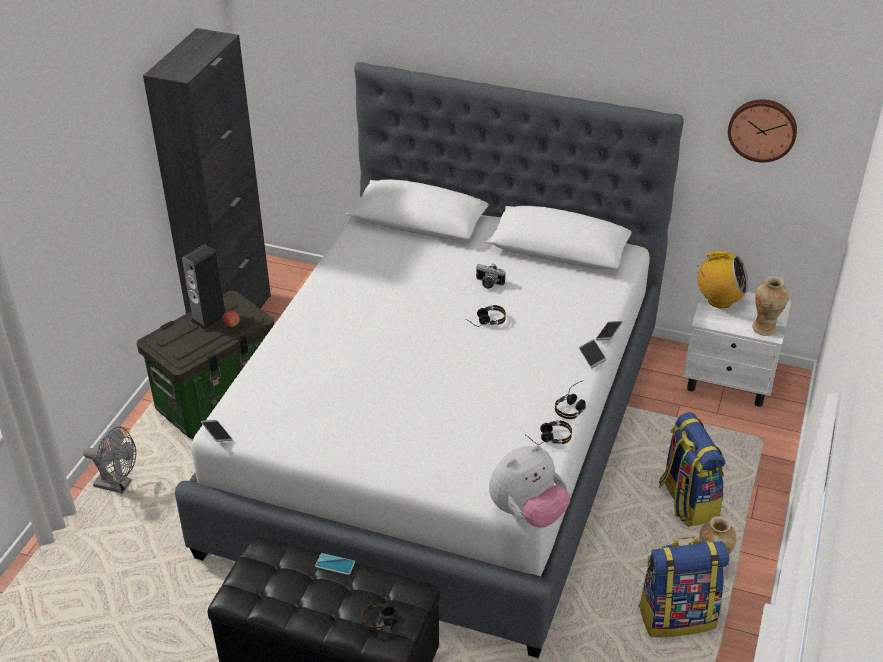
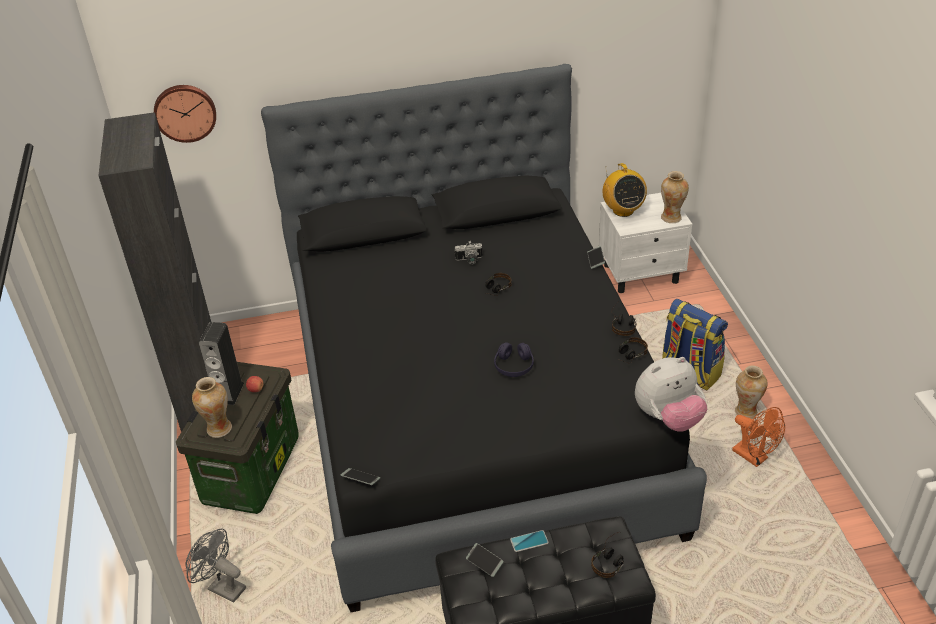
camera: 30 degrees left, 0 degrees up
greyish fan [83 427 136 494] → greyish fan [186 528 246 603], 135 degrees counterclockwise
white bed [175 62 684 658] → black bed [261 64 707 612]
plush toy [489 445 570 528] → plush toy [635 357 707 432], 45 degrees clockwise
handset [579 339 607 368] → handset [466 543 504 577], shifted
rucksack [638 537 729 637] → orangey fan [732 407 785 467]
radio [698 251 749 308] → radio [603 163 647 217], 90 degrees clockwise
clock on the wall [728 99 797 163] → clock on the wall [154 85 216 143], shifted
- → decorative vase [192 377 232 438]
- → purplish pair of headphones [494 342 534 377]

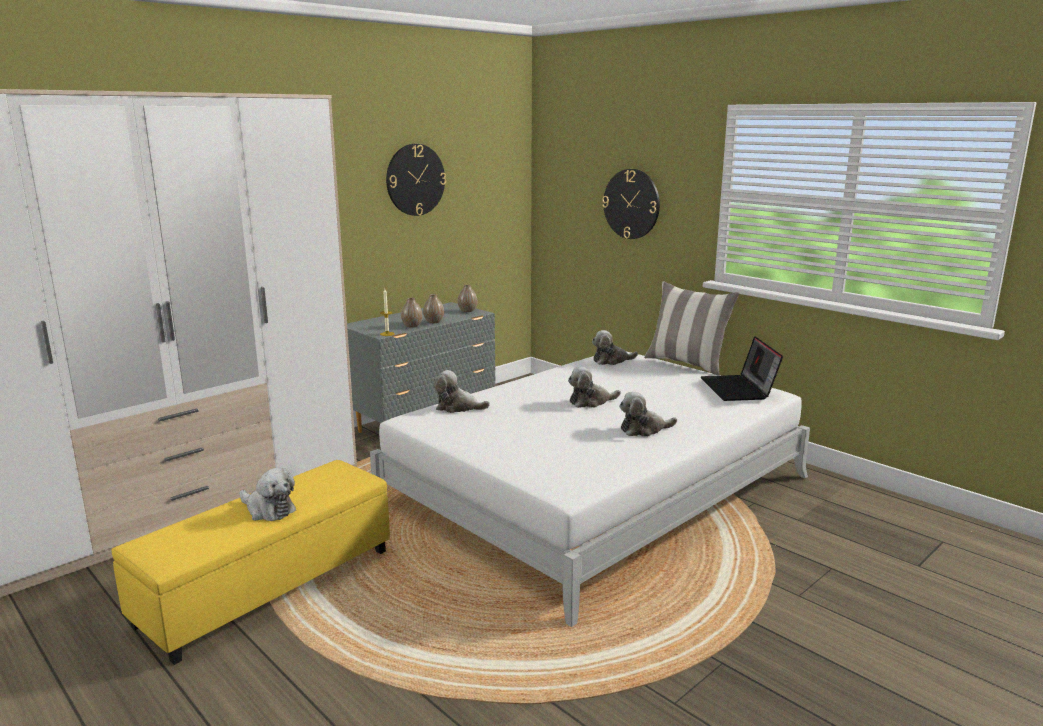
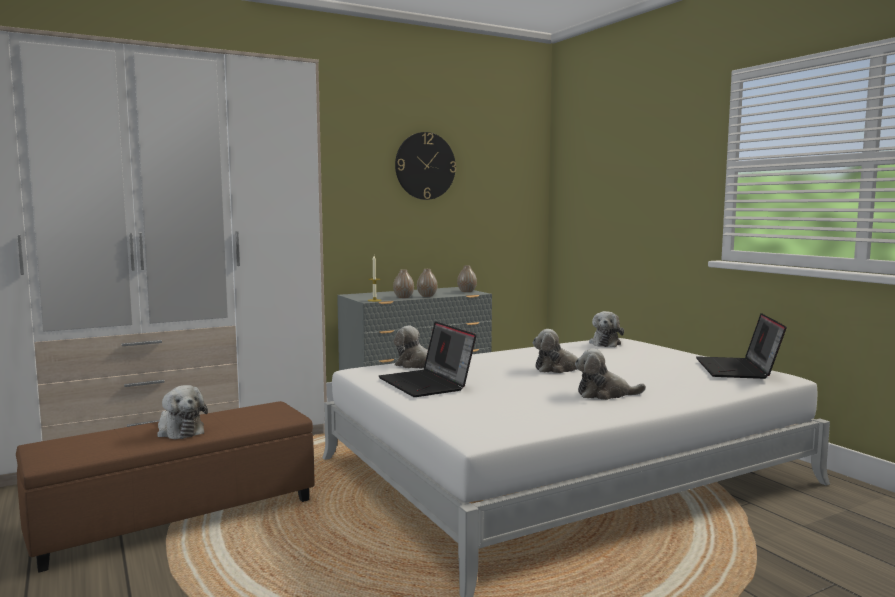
camera: 15 degrees right, 10 degrees down
yellow footrest [111 460 390 665] → brown footrest [16 401 314 573]
plush toy [592 330 638 365] → plush toy [589 311 624 347], 75 degrees counterclockwise
clock on the wall [602 169 660 239] → -
pillow [644 281 739 376] → -
- → laptop [379 321 476 397]

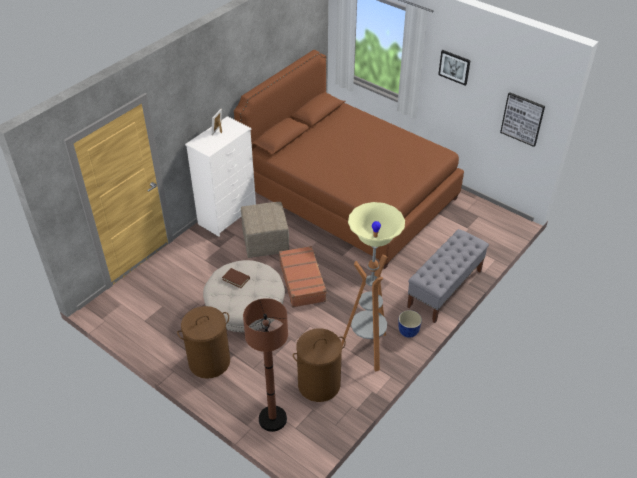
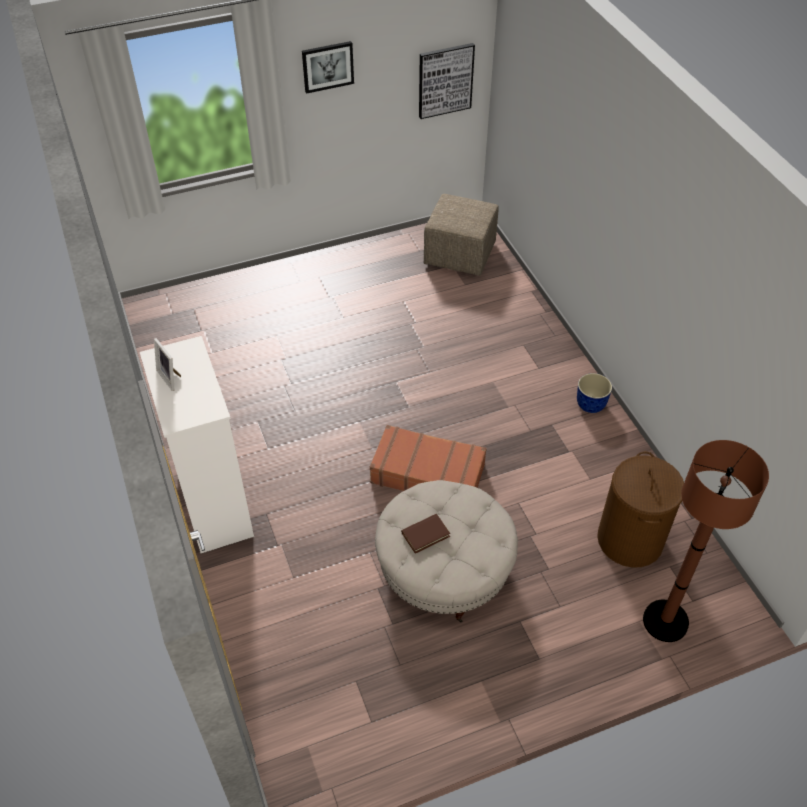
camera: 60 degrees left, 5 degrees up
brown washing basket [177 306 230 379] → -
brown bed [234 50 464 269] → -
sand-coloured footrest [241 202 289 258] → sand-coloured footrest [424 194 498 276], shifted
standard lamp [341 202 405 371] → -
greyish indoor bench [407 229 489 323] → -

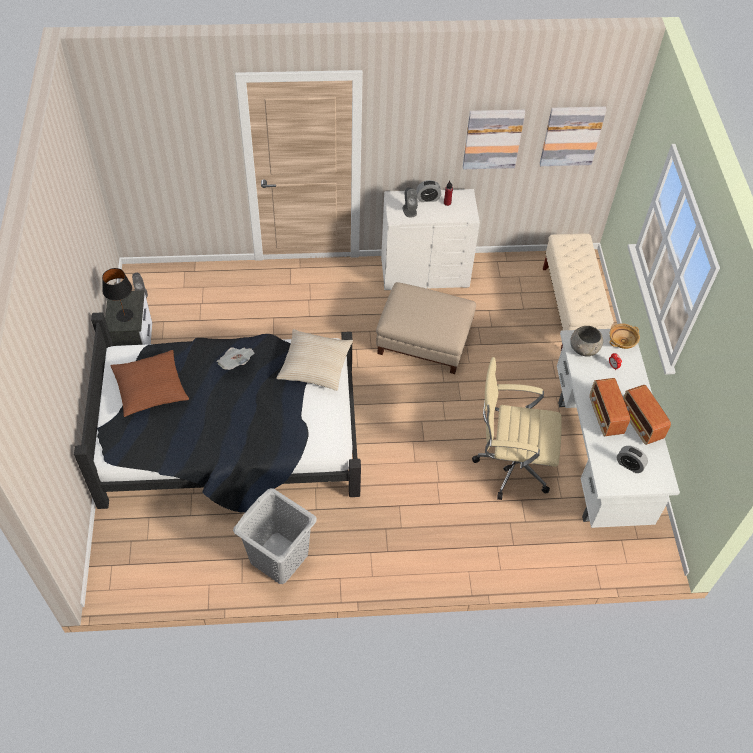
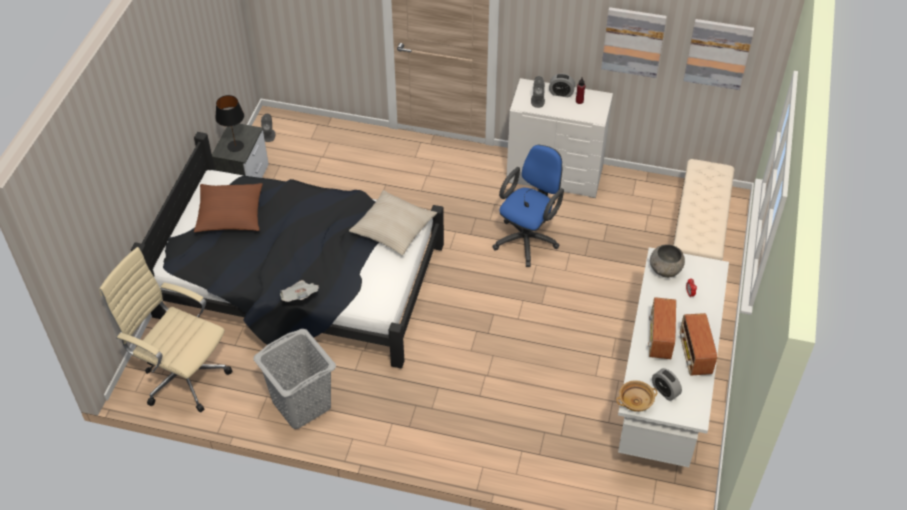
camera: 20 degrees right, 5 degrees down
newspaper [216 347 254 370] → newspaper [280 280 319 302], shifted
sand-coloured footrest [376 282 476 374] → bluish computer chair [492 145 564 267]
sand-coloured computer chair [472 357 562 500] → sand-coloured computer chair [99 247 233 412], shifted
sand-coloured serving bowl [610 324 640 349] → sand-coloured serving bowl [616 380 657 412], shifted

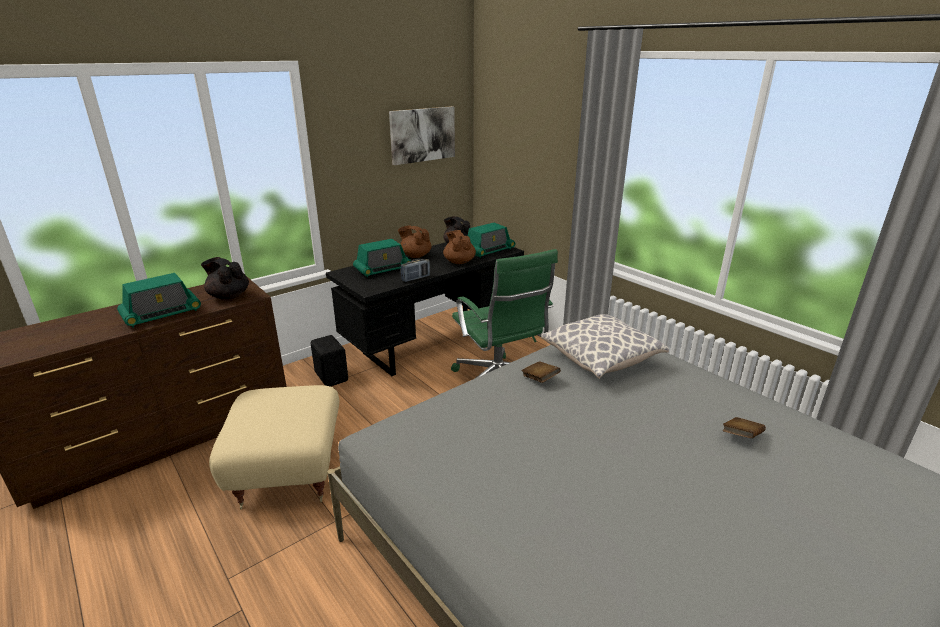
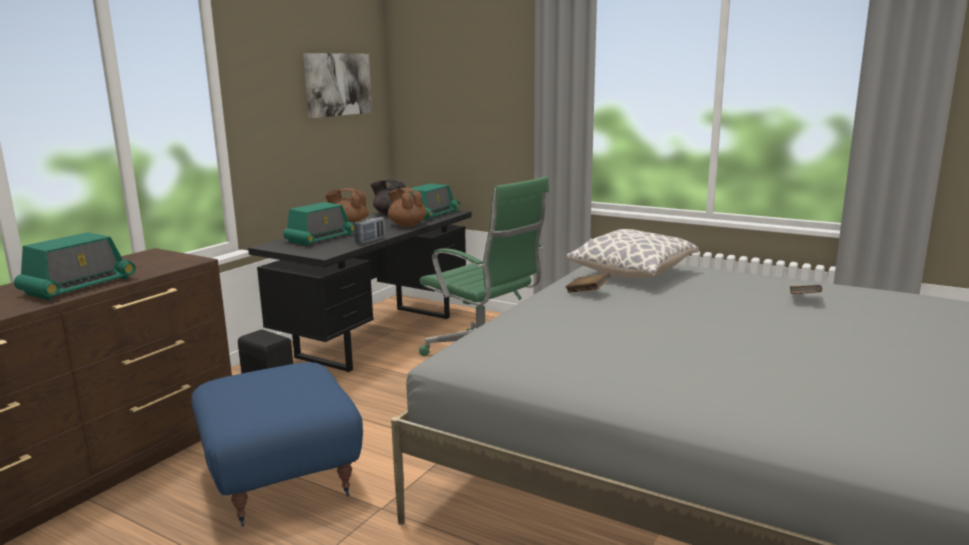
camera: 20 degrees left, 10 degrees down
black pot for tea [201 257 249 300] → -
sand-coloured footrest [209 385 339 509] → bluish footrest [191 362 363 527]

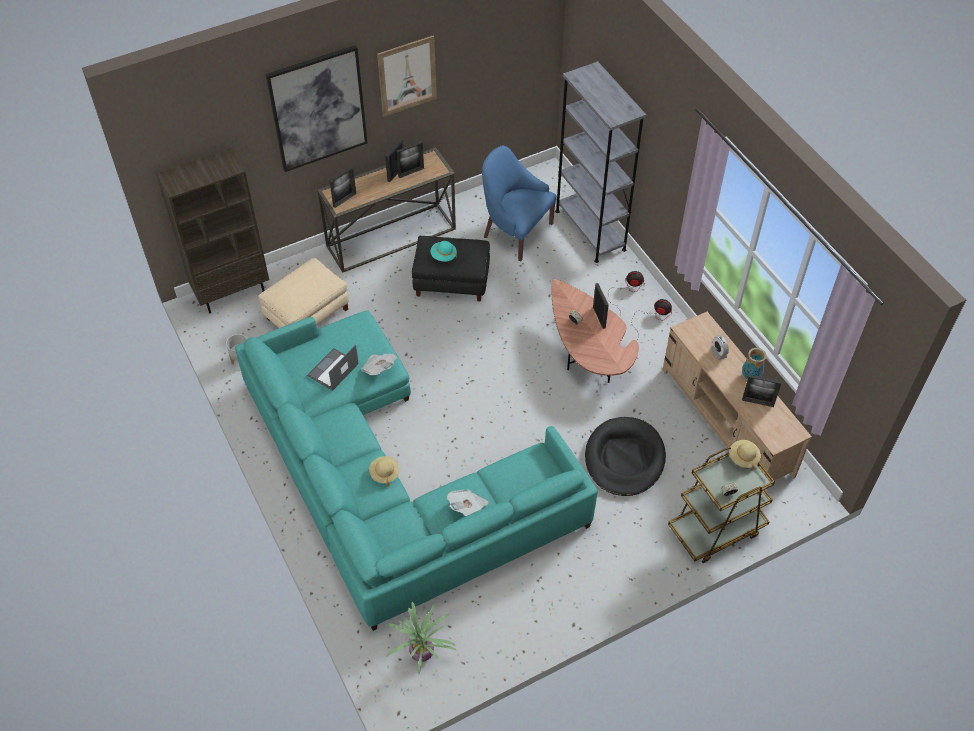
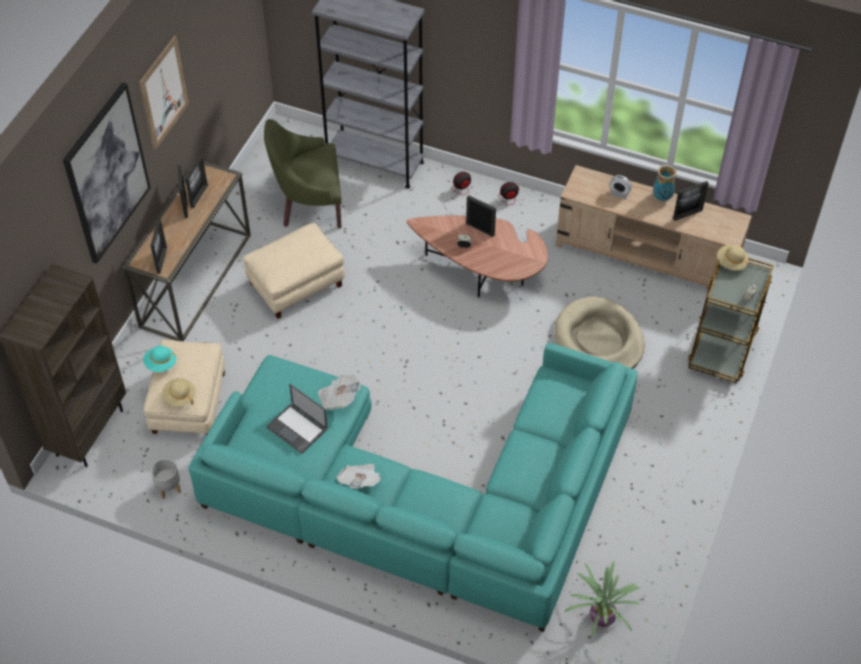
camera: 40 degrees left, 0 degrees up
laptop [307 345 359 391] → laptop [266 383 328 454], 45 degrees counterclockwise
sand-coloured hat [369 456 400 486] → sand-coloured hat [162 378 196 406], shifted
black footrest [412 236 490 301] → sand-coloured footrest [243 223 345 319]
blue-green hat [431 241 457 262] → blue-green hat [143 346 176 372], shifted
newspaper [447 490 489 516] → newspaper [337 464 381 488], shifted
bluish easy chair [482 146 557 262] → green easy chair [264 119 342 228]
black dog cushion [585 417 666 496] → sand-coloured dog cushion [555 297 644 369]

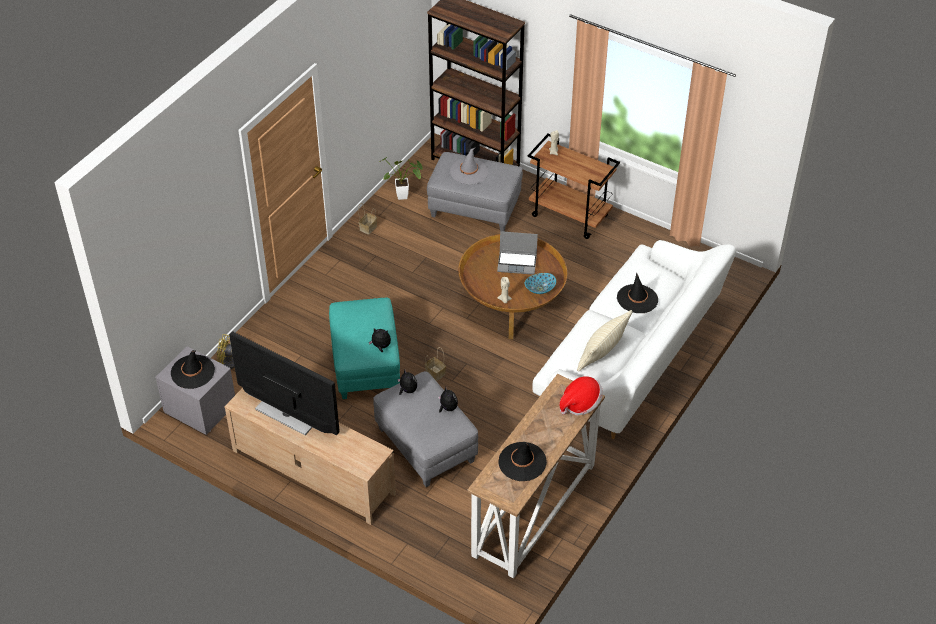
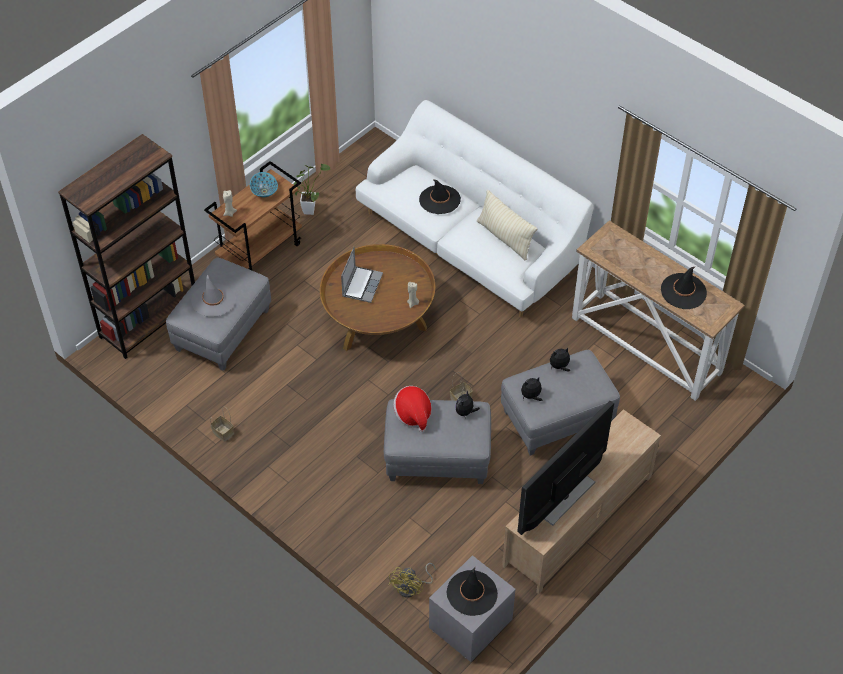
camera: 80 degrees left, 5 degrees up
blue-green footrest [329 298 400 399] → greyish footrest [384 399 491 484]
potted plant [383 157 423 200] → potted plant [294 164 331 215], shifted
serving bowl [525 273 556 294] → serving bowl [250 172 278 197], shifted
hat [560 376 603 415] → hat [393 386 432 432], shifted

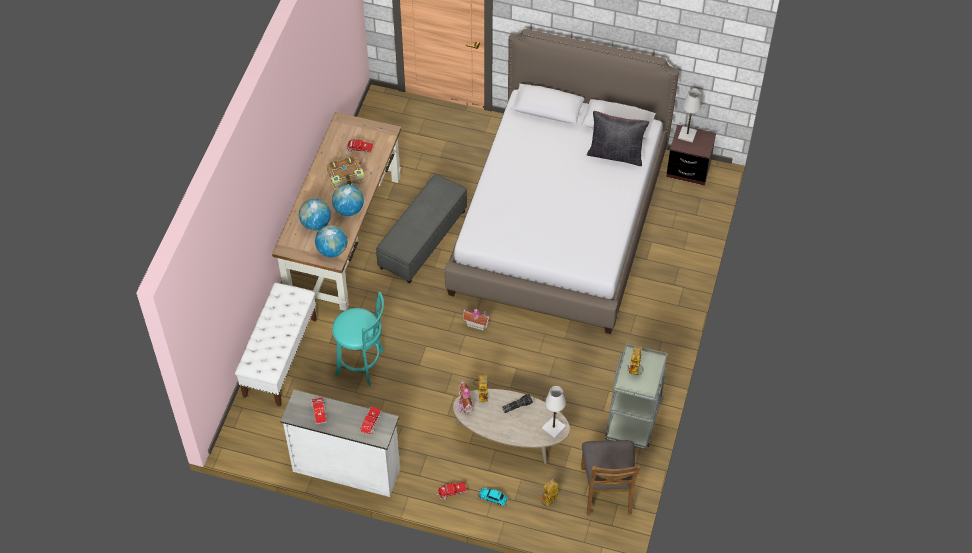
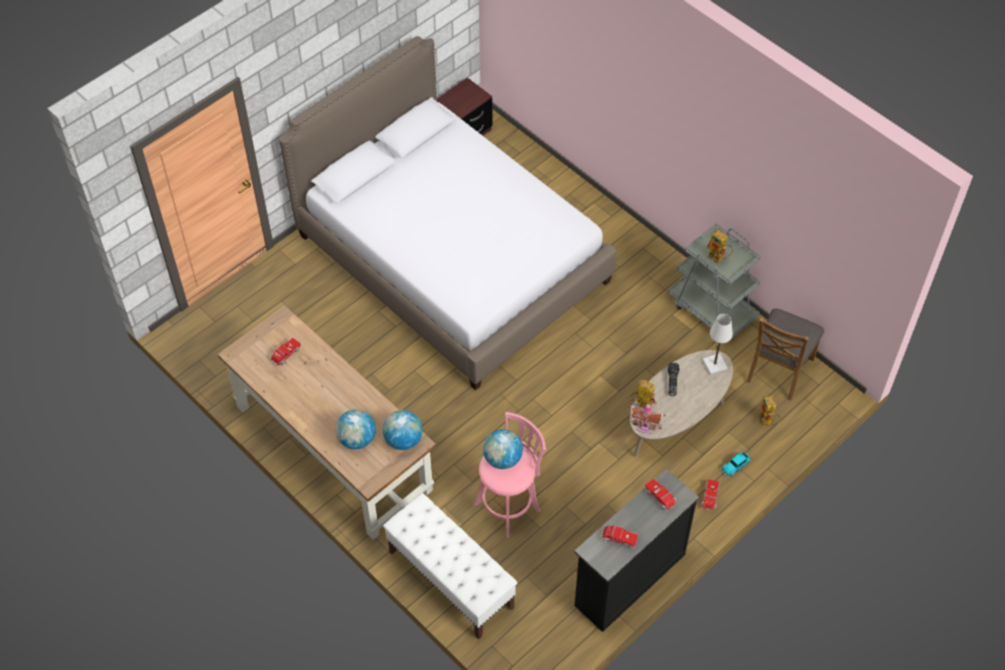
camera: 60 degrees left, 0 degrees up
white dresser [281 389 400 497] → black dresser [574 469 699 632]
volume [327 156 365 190] → -
world globe [332 184 364 216] → world globe [483 429 523 469], shifted
blue-green sitting stool [332 291 385 386] → pink sitting stool [474 412 546 538]
greyish footrest [376 174 467 283] → -
miniature house [462 309 491 331] → -
brown upright chair [581 440 641 516] → brown upright chair [746 308 824 401], 90 degrees clockwise
black pillow [587 111 649 166] → -
white tabletop lamp [678 89 701 143] → -

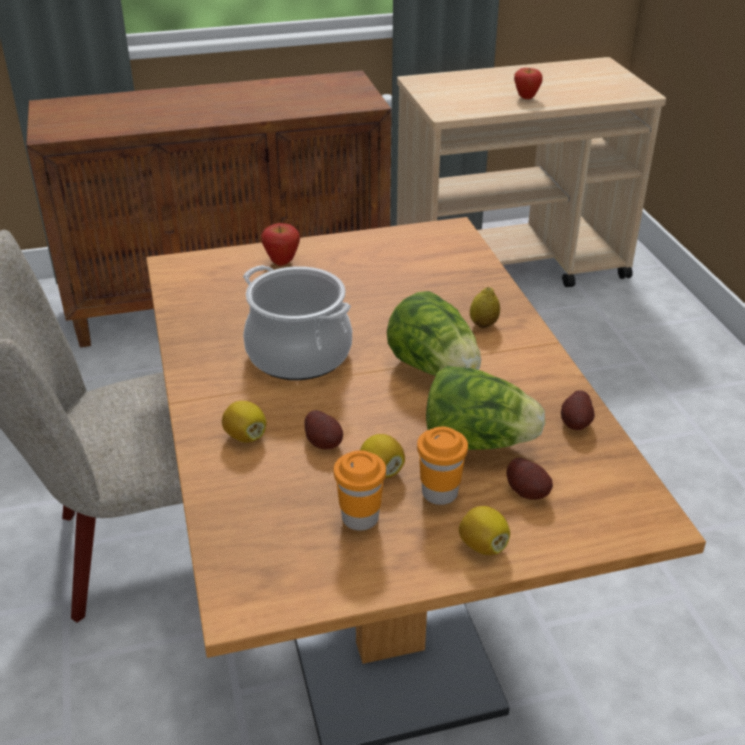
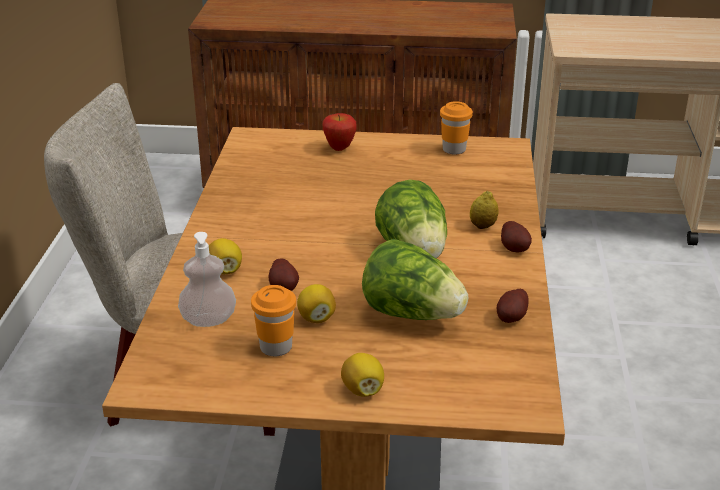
camera: 20 degrees right, 5 degrees down
cooking pot [243 265 352 380] → -
orangey drinking cup [417 427 468 505] → orangey drinking cup [440 101 473 155], shifted
spud [506 458 553 500] → spud [501 221 532 252], shifted
apple [514 68 543 99] → -
- → liquid soap bottle [178 232 236 327]

